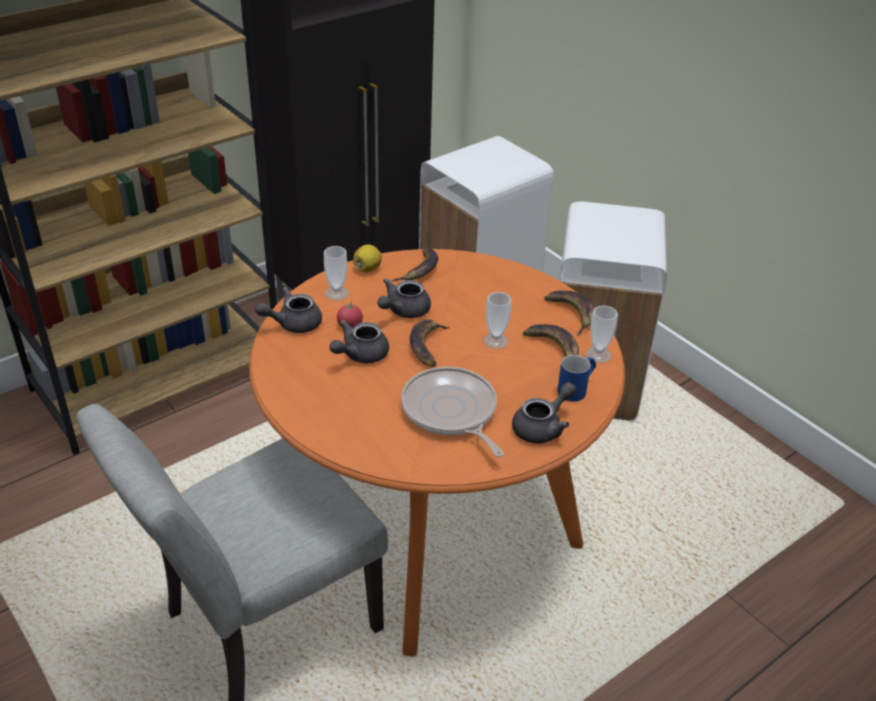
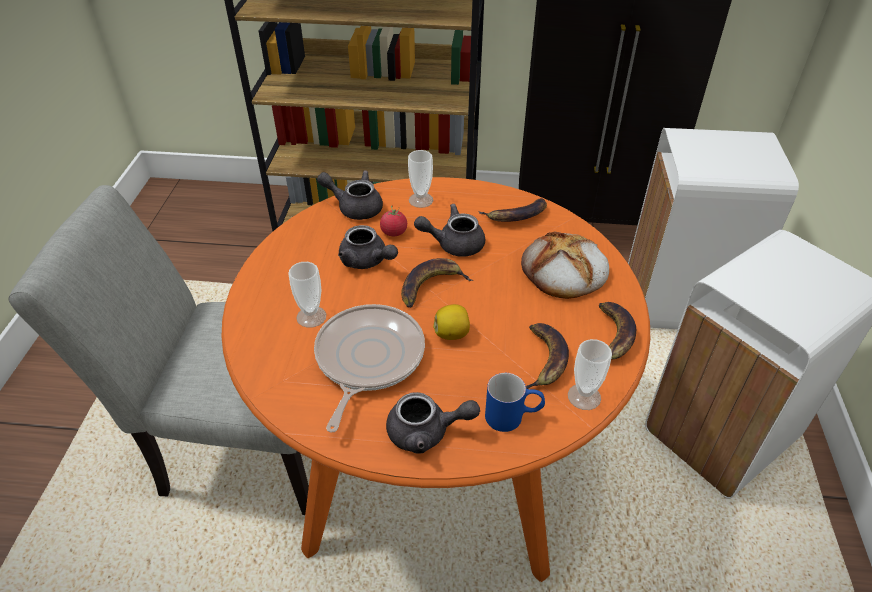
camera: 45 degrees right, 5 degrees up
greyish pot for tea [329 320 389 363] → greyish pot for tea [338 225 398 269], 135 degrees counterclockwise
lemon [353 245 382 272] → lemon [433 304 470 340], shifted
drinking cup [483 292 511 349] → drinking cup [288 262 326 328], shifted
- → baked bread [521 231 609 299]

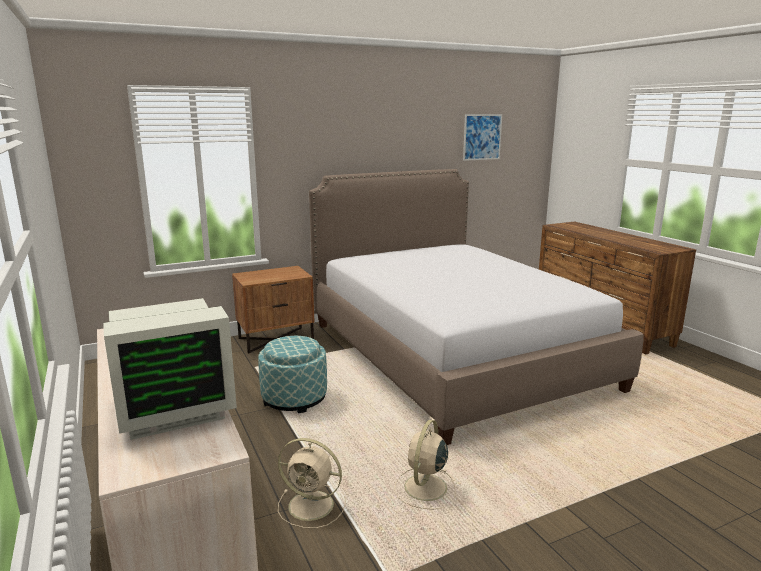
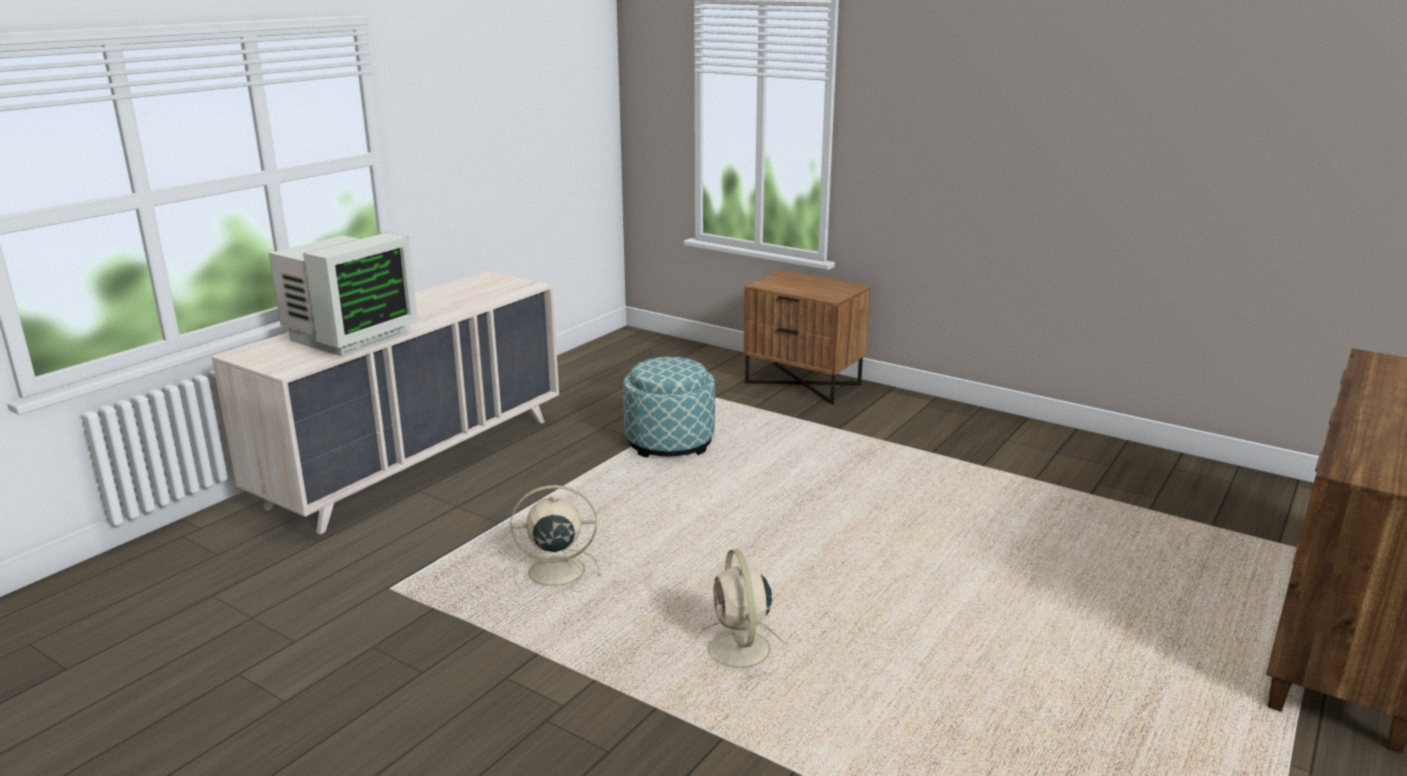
camera: 60 degrees right, 5 degrees up
computer display [103 298 237 440] → computer display [269 232 418 356], 90 degrees counterclockwise
sand-coloured fan [278 438 346 528] → sand-coloured fan [694 549 785 679], shifted
bed [309 169 643 445] → -
wall art [463 114 502 161] → -

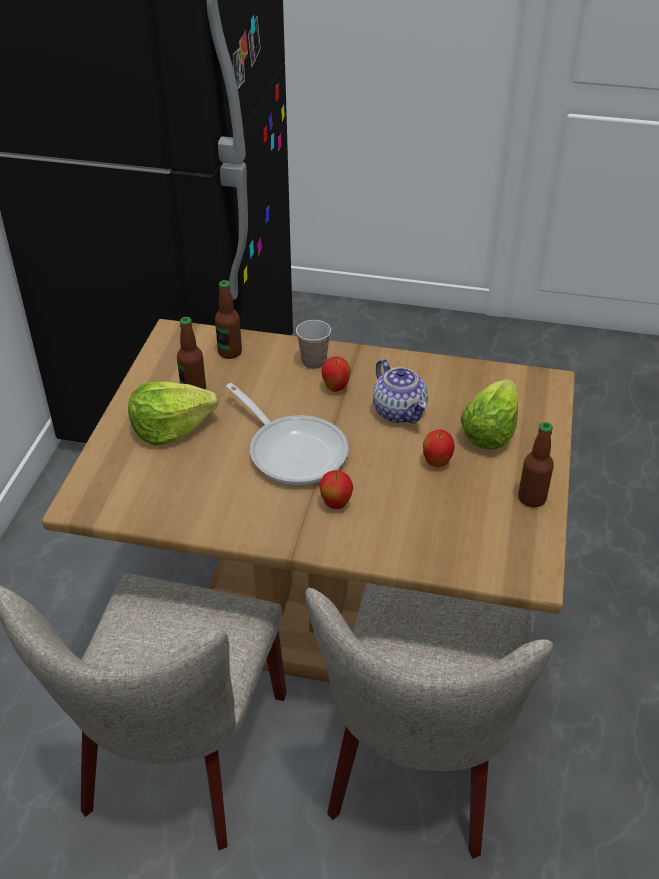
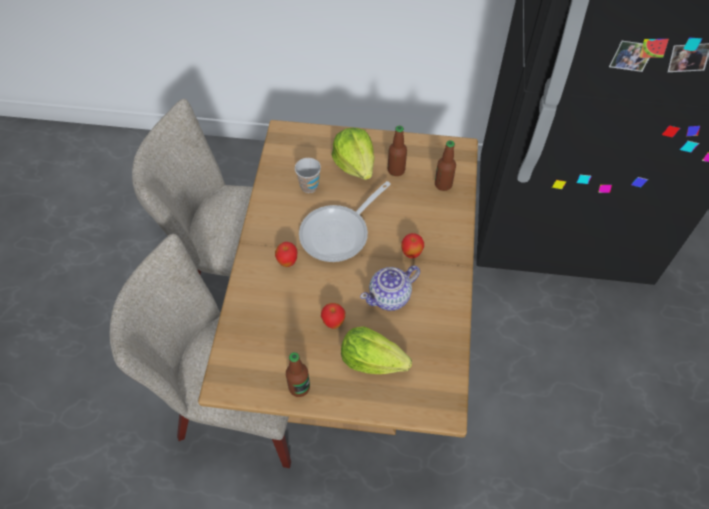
camera: 85 degrees right, 15 degrees up
drinking cup [296 320 331 369] → drinking cup [295 158 321 193], shifted

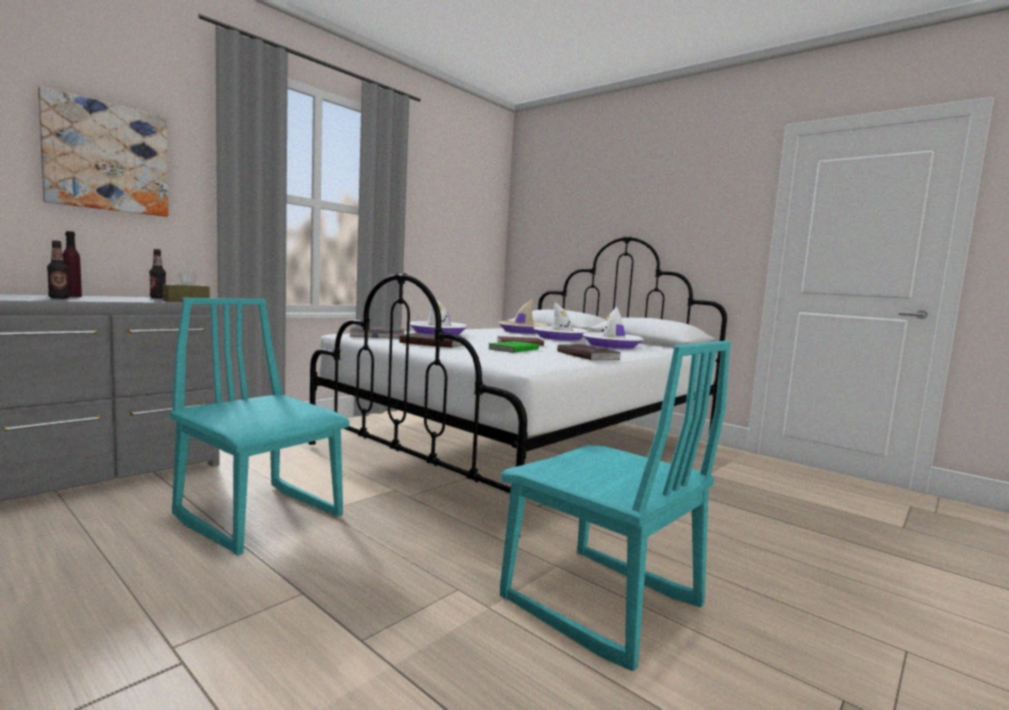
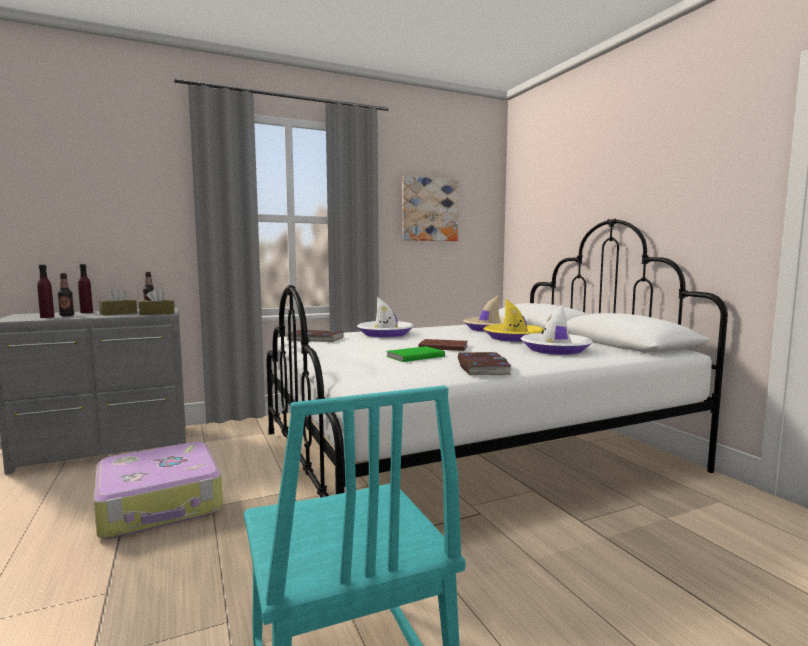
camera: 25 degrees right, 0 degrees up
wall art [38 86 168 217] → wall art [402 176 459 241], shifted
blue-green upright chair [170 298 350 556] → travel case [94 442 223 539]
volume [400 333 465 348] → -
white hat [533 301 588 340] → yellow hat [484 299 544 342]
- → purplish beverage bottle [37 265 54 318]
- → brown tissue holder [99 288 137 315]

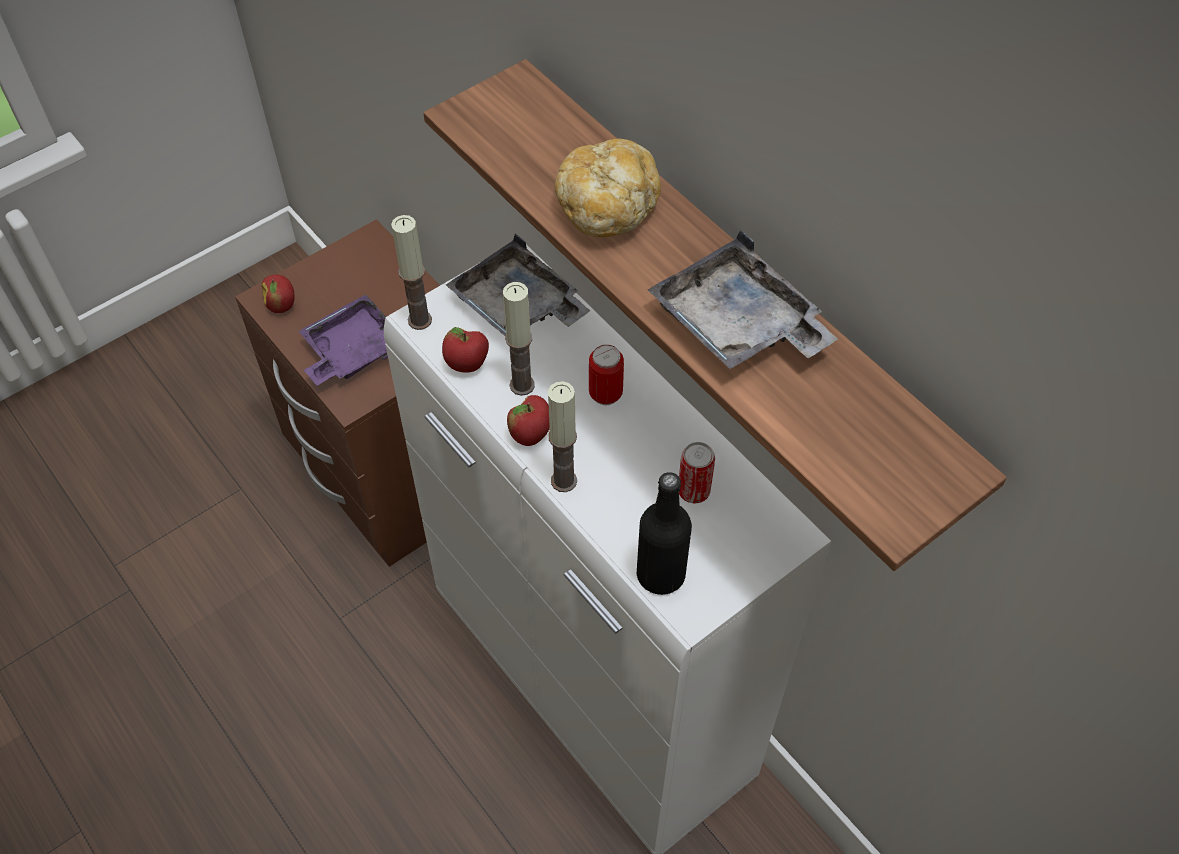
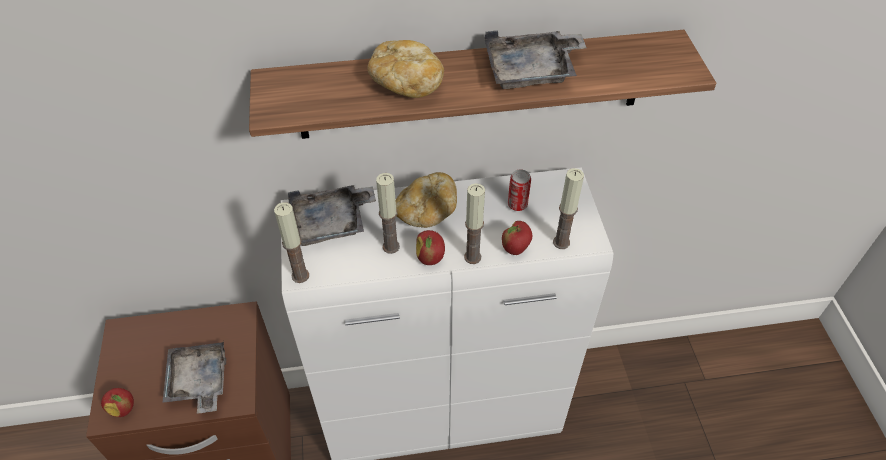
camera: 60 degrees left, 5 degrees down
purplish serving tray [298 294 388 386] → greyish serving tray [163 342 226 414]
apple [442 327 489 373] → apple [502 221 532 255], shifted
sealed can [589 345 624 405] → baked bread [396 172 457 228]
black beverage bottle [637 472 692 595] → wax light [553 168 584 249]

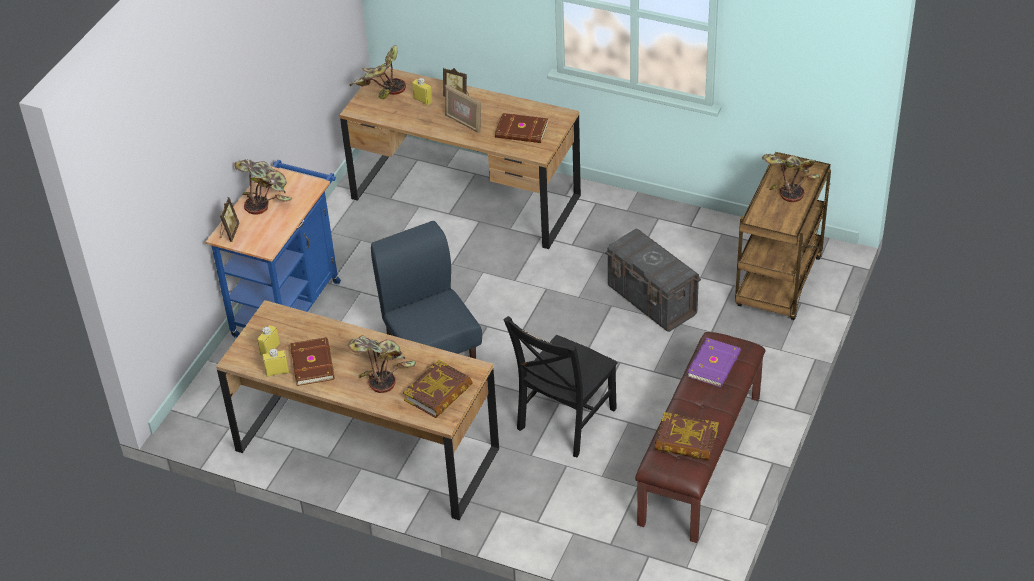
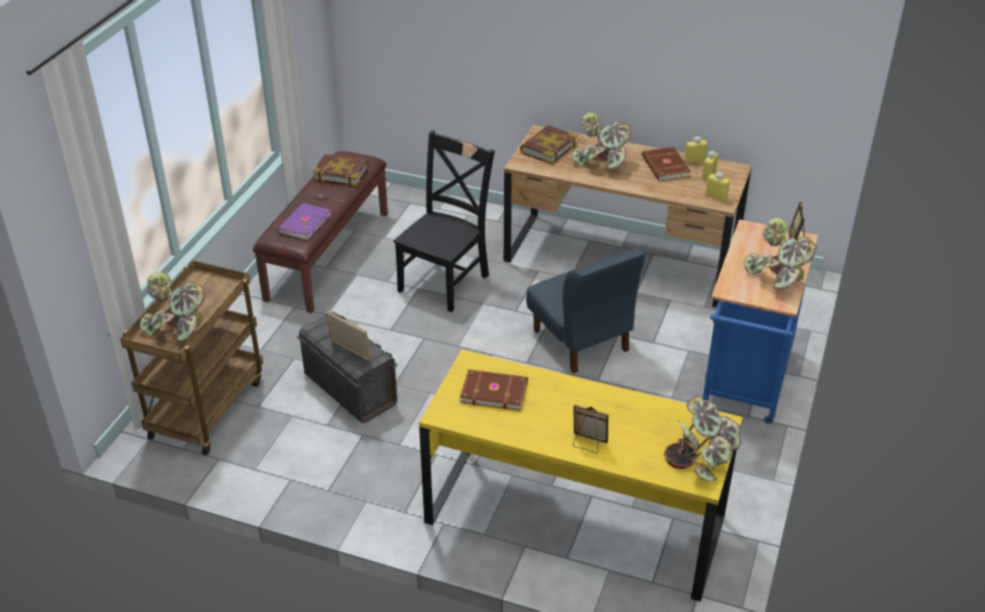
camera: 175 degrees right, 5 degrees down
brown desk [340 65 581 249] → yellow desk [419 349 743 602]
yellow beverage bottle [412 78 432 105] → yellow beverage bottle [705 172 730 203], shifted
standing frame [445 85 481 133] → standing frame [326 310 372 362], shifted

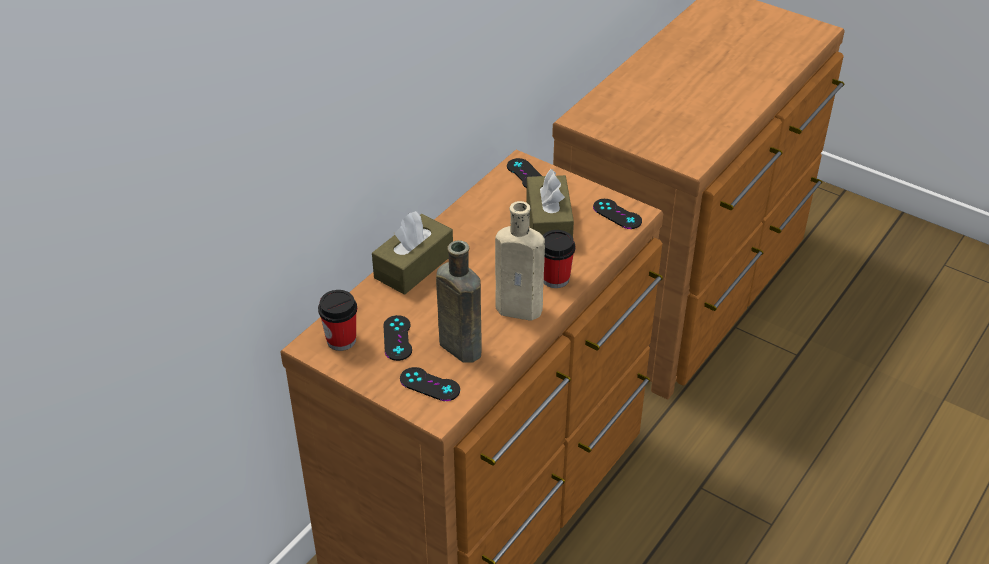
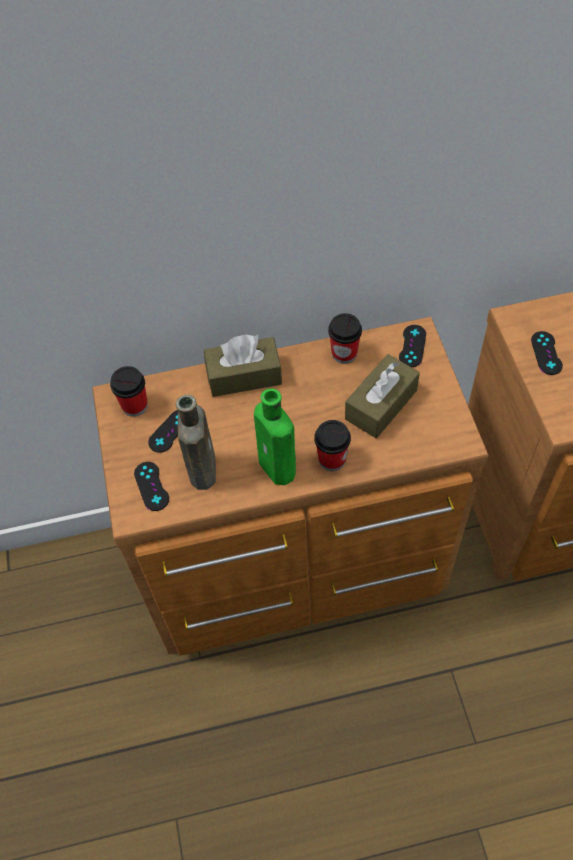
camera: 45 degrees right, 15 degrees up
sand-coloured beverage bottle [495 201 545 321] → green beverage bottle [254 388 296 485]
black gamepad [593 199 642 229] → black gamepad [531 331 563 375], shifted
- → drinking cup [328 313 362 364]

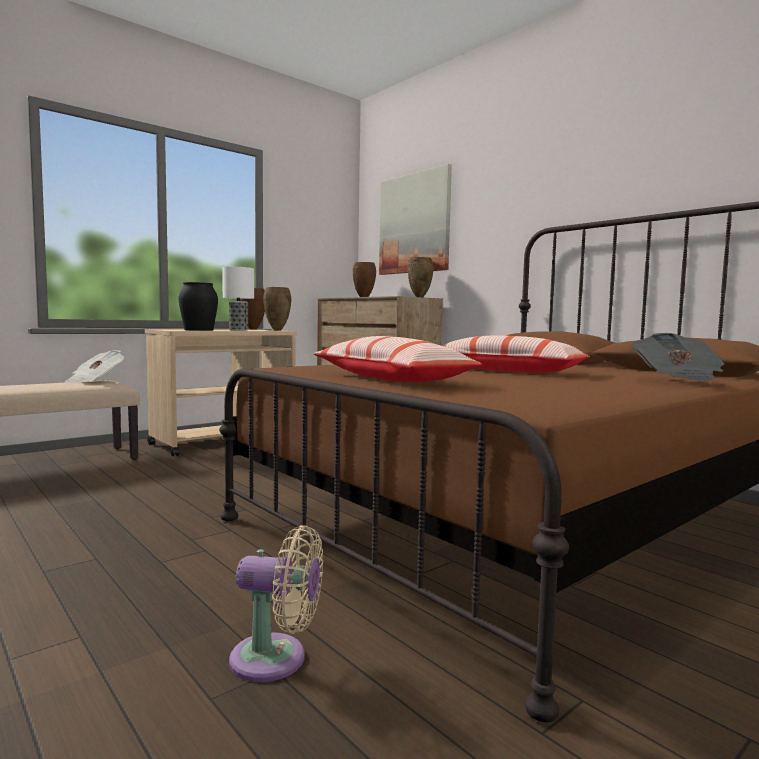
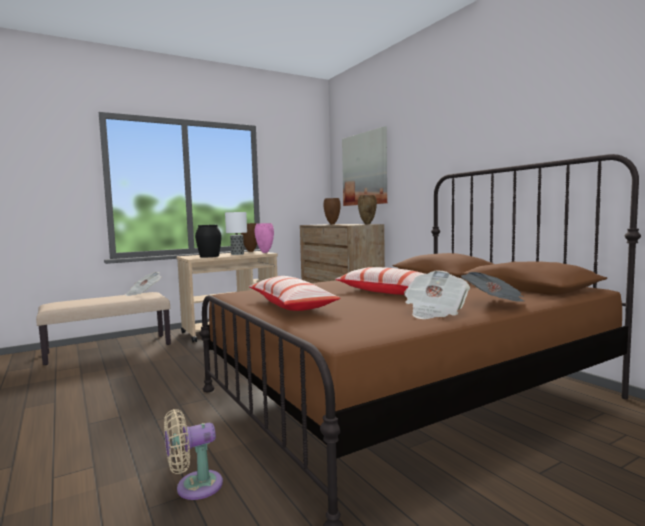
camera: 10 degrees right, 0 degrees up
sand-coloured fan [229 525 323 682] → sand-coloured fan [164 409 223 500], 135 degrees clockwise
brown decorative vase [263 287 291 330] → pink decorative vase [254 223 274 253]
- → newspaper [404 270 470 319]

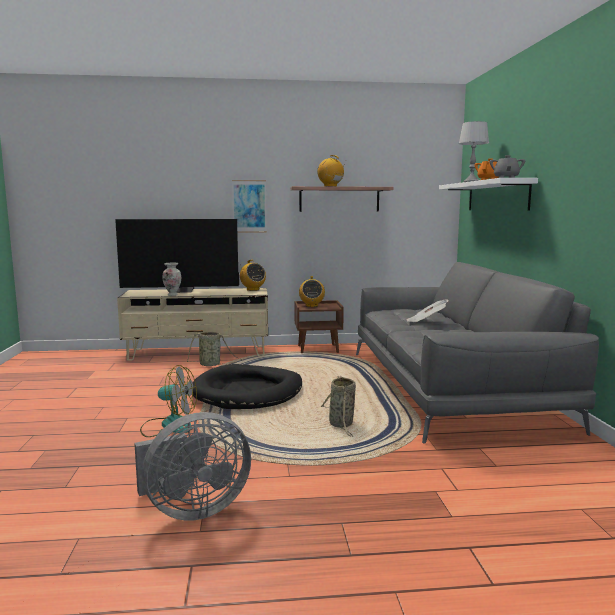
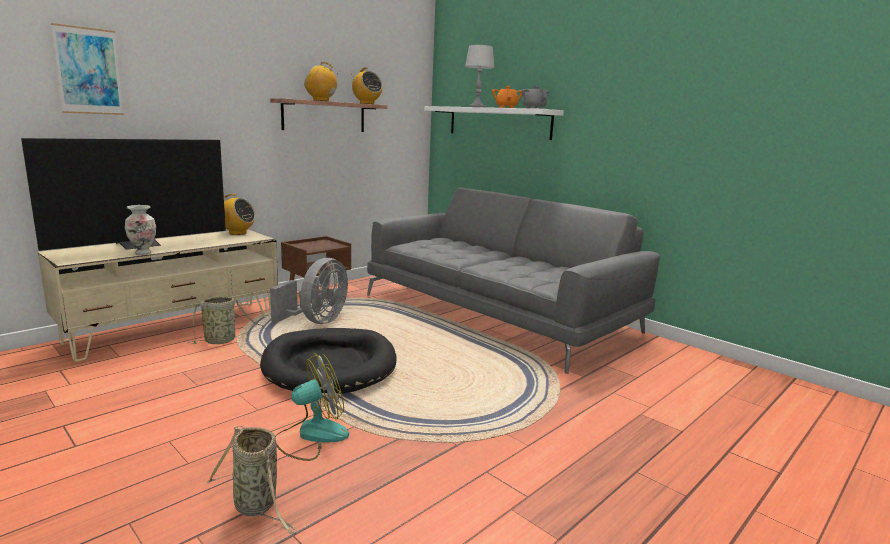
camera: 40 degrees left, 5 degrees up
greyish fan [134 412 251 521] → greyish fan [270 258 348 324], shifted
wall art [232 180 267 233] → wall art [51 23 124 115], shifted
radio [299 276 325 307] → radio [352 68 382 104], shifted
household basket [321 376 356 437] → household basket [206 426 298 534], shifted
newspaper [406 300 448 323] → -

